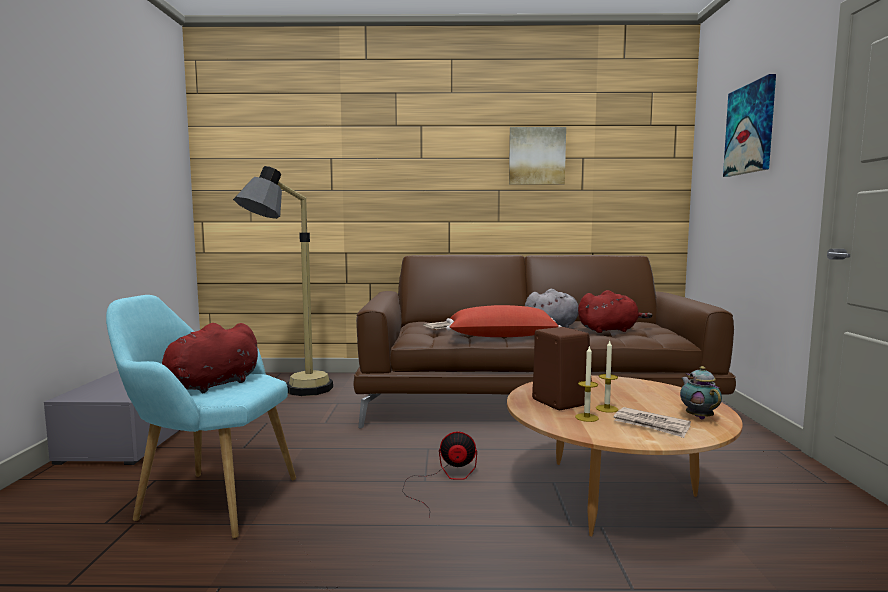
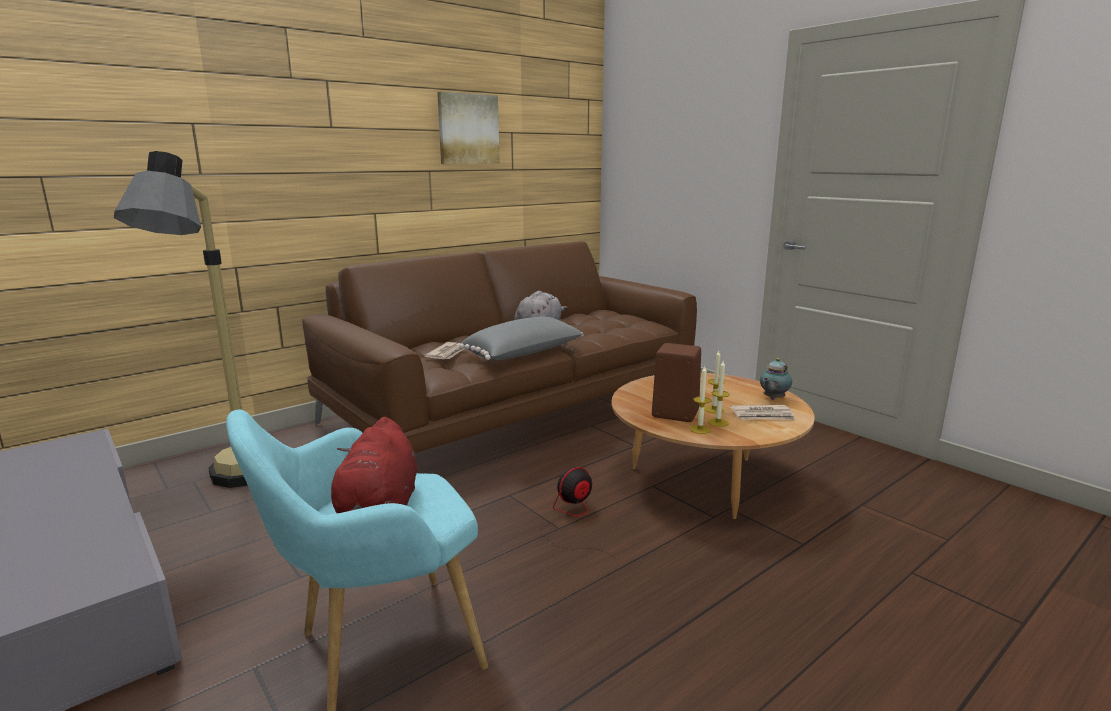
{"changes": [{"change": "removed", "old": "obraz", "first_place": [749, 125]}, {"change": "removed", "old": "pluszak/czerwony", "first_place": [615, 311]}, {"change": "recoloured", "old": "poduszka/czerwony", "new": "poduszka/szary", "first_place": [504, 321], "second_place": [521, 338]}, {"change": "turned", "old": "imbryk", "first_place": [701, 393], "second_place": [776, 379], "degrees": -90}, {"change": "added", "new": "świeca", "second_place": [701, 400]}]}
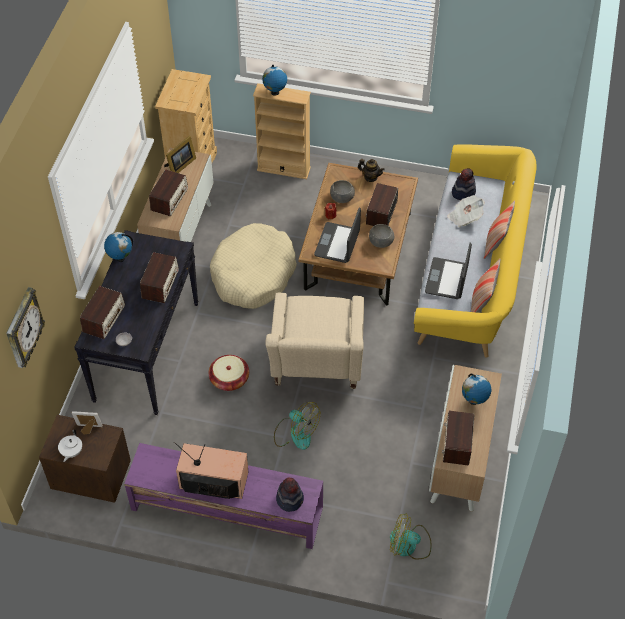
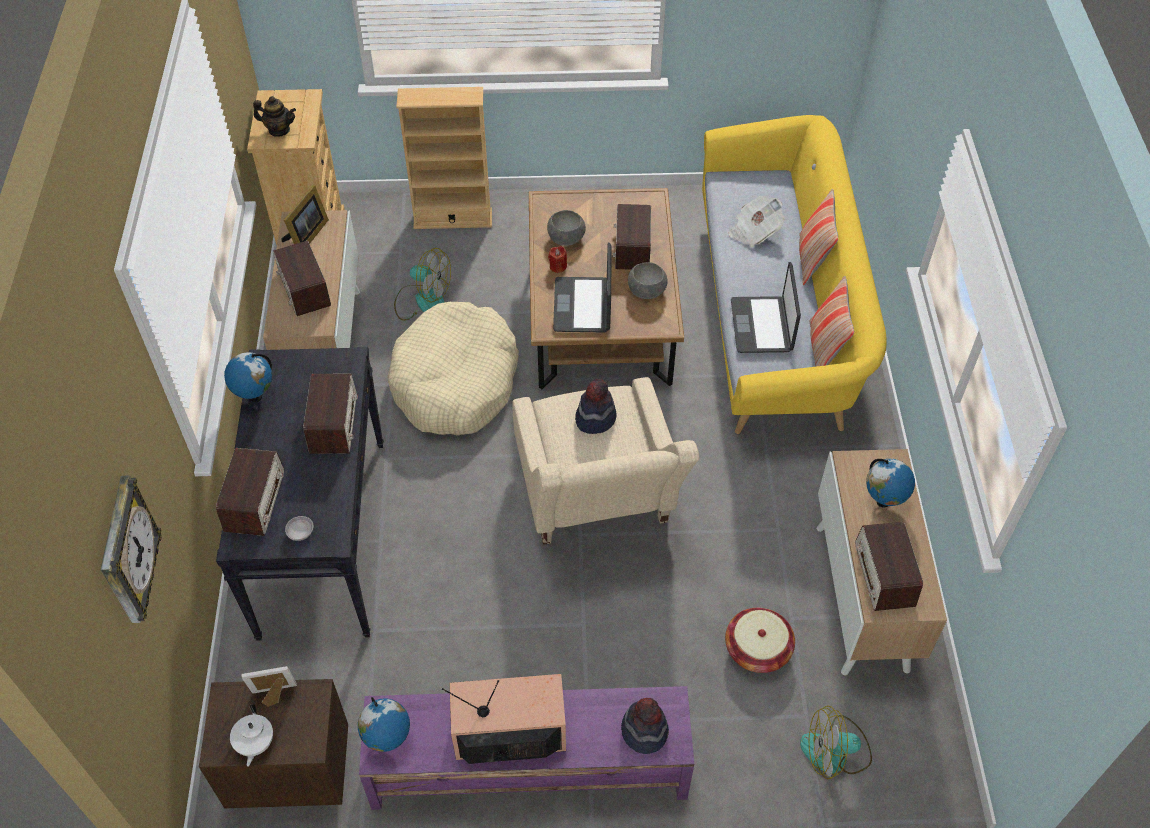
{"changes": [{"change": "moved", "old": "globus", "first_place": [274, 80], "second_place": [384, 724]}, {"change": "moved", "old": "imbryk", "first_place": [371, 170], "second_place": [274, 116]}, {"change": "moved", "old": "kapelusz", "first_place": [464, 184], "second_place": [595, 406]}, {"change": "turned", "old": "radio", "first_place": [168, 193], "second_place": [302, 278], "degrees": 150}, {"change": "moved", "old": "koszyk", "first_place": [229, 373], "second_place": [760, 640]}, {"change": "moved", "old": "wentylator", "first_place": [297, 426], "second_place": [422, 284]}]}
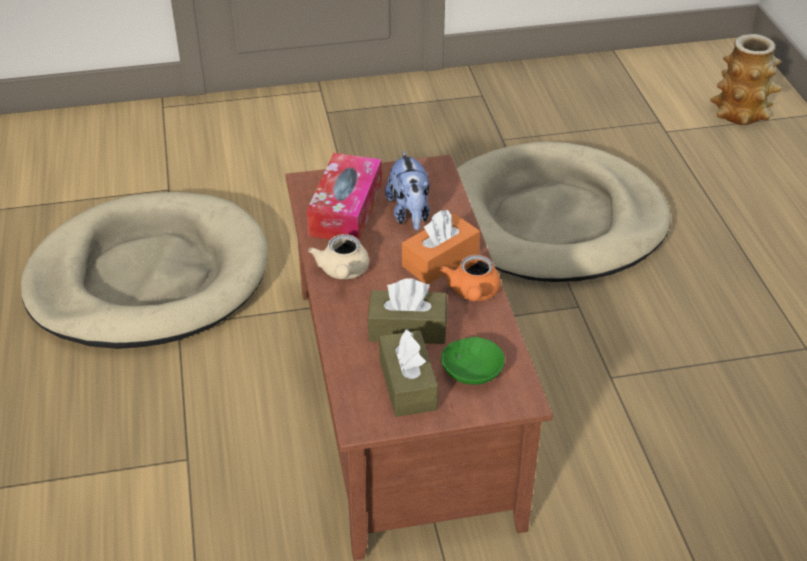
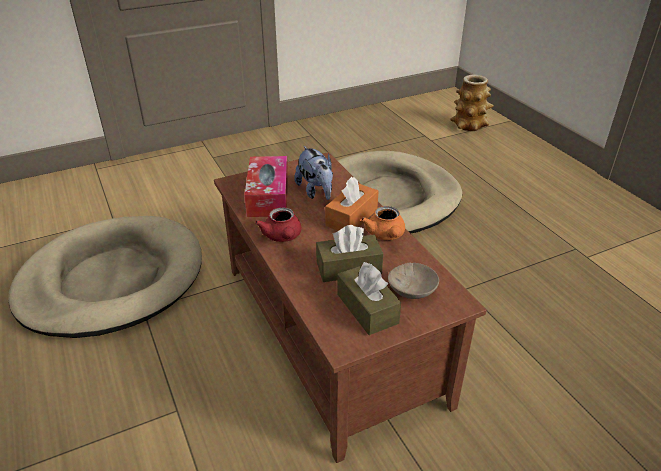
{"changes": [{"change": "recoloured", "old": "imbryk/beżowy", "new": "imbryk/czerwony", "first_place": [338, 256], "second_place": [278, 224]}, {"change": "recoloured", "old": "miska/zielony", "new": "miska/beżowy", "first_place": [473, 361], "second_place": [413, 281]}]}
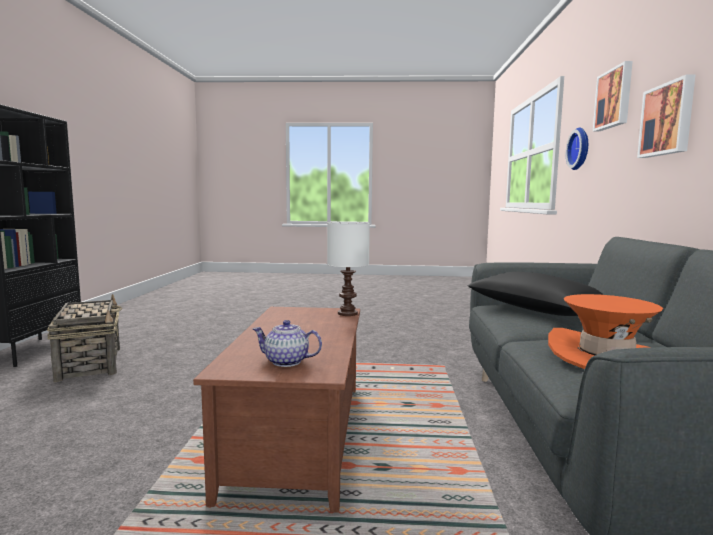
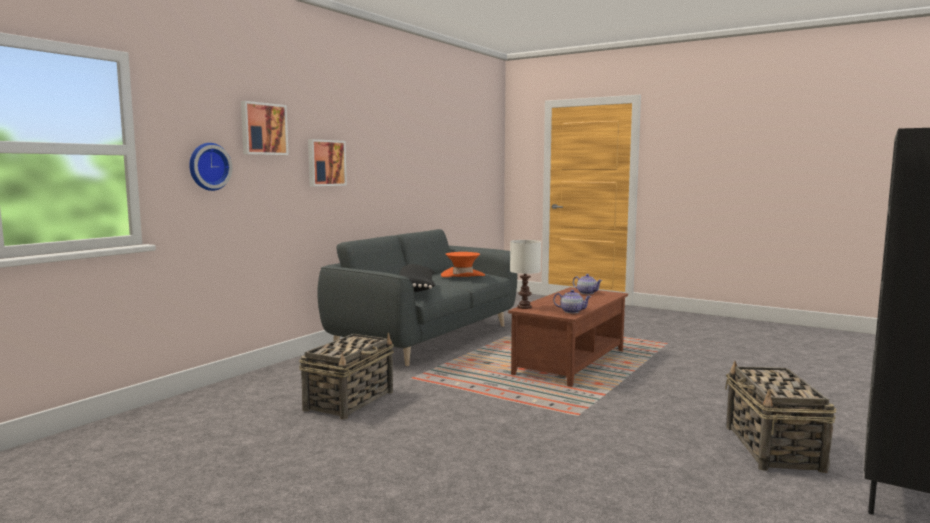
{"changes": [{"change": "added", "new": "imbryk", "second_place": [572, 301]}, {"change": "added", "new": "koszyk", "second_place": [346, 376]}]}
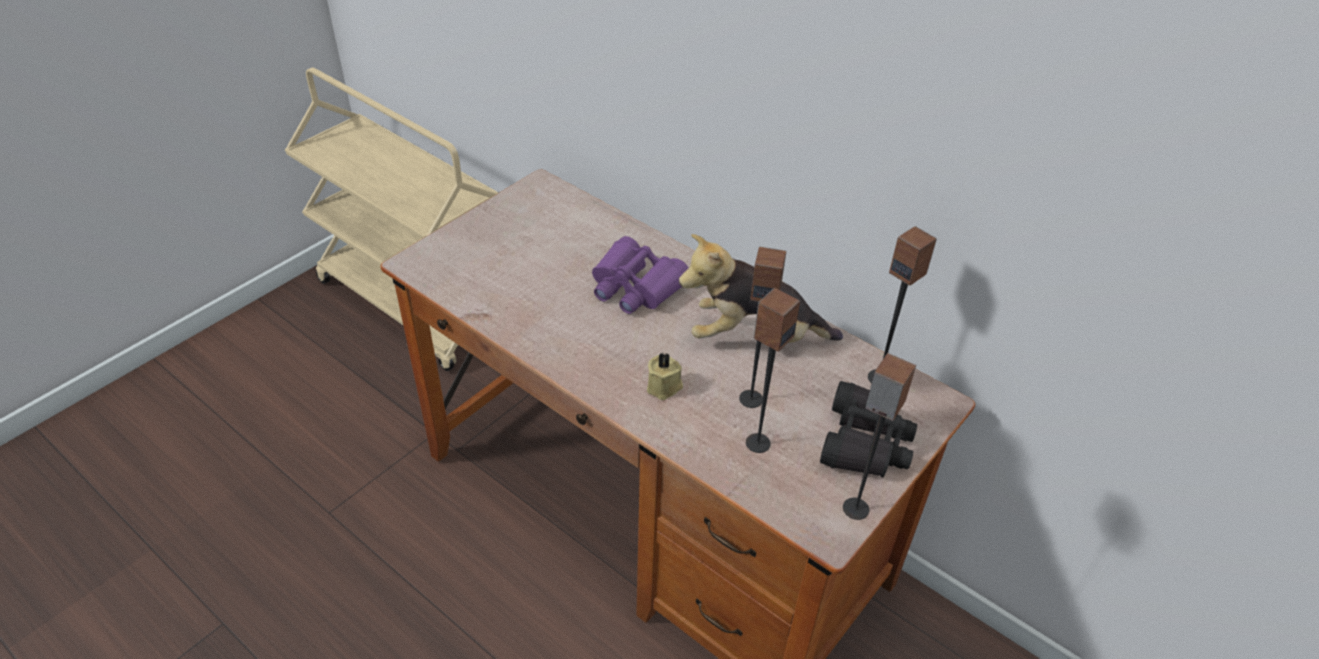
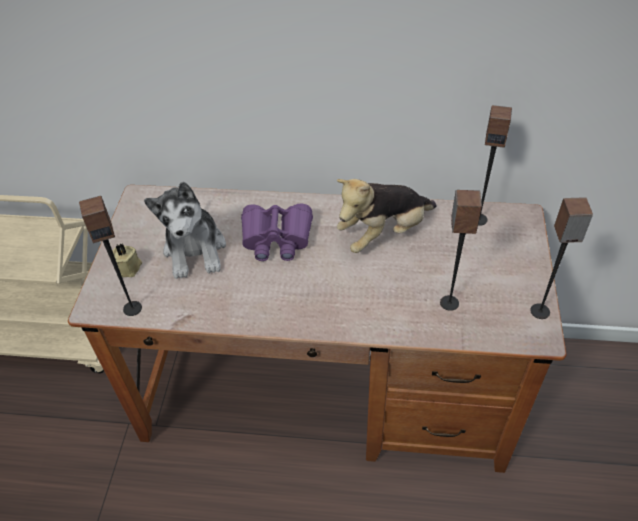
{"changes": [{"change": "moved", "old": "głośnik", "first_place": [762, 327], "second_place": [110, 255]}, {"change": "moved", "old": "świeca/beżowy", "first_place": [665, 376], "second_place": [127, 260]}, {"change": "removed", "old": "lornetka/czarny", "first_place": [868, 429]}, {"change": "added", "new": "pluszak", "second_place": [185, 230]}]}
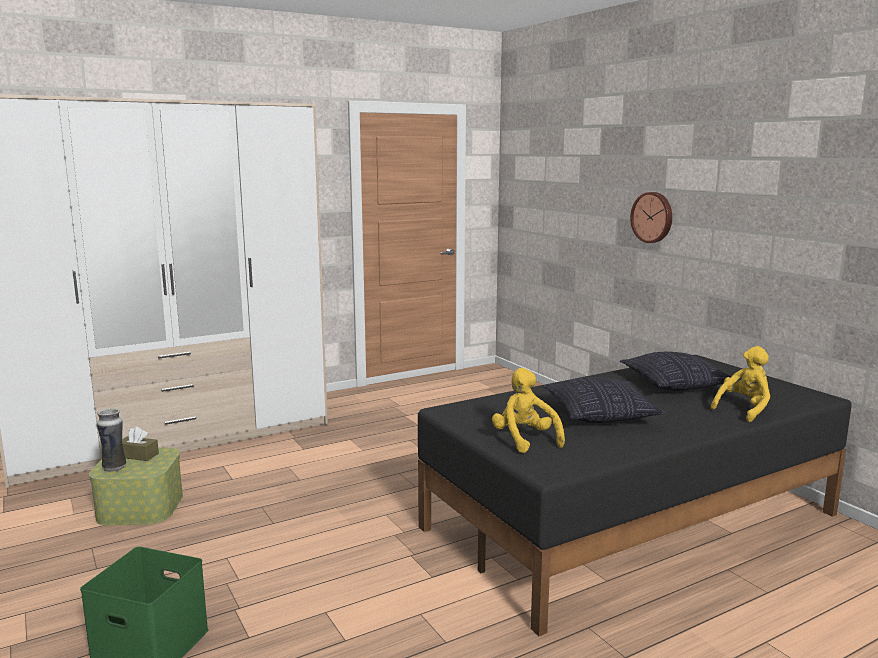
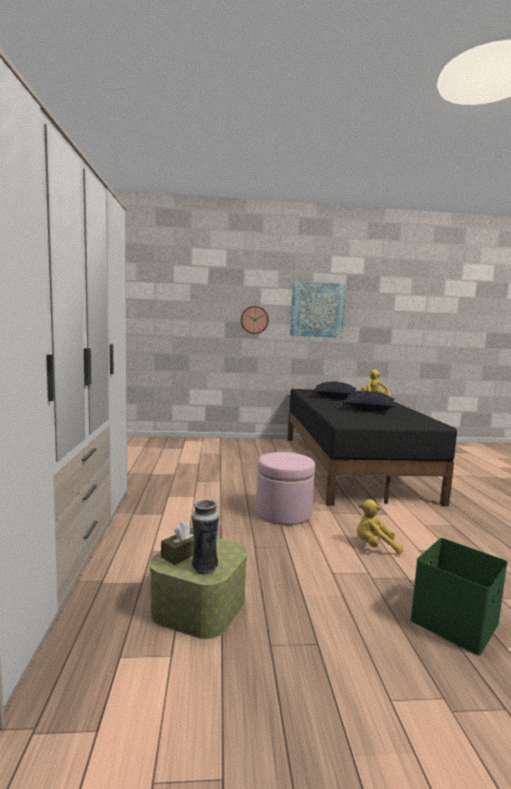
{"changes": [{"change": "moved", "old": "pluszak/żółty", "first_place": [528, 410], "second_place": [380, 526]}, {"change": "added", "new": "obraz", "second_place": [318, 309]}, {"change": "added", "new": "pufa/różowy", "second_place": [285, 488]}]}
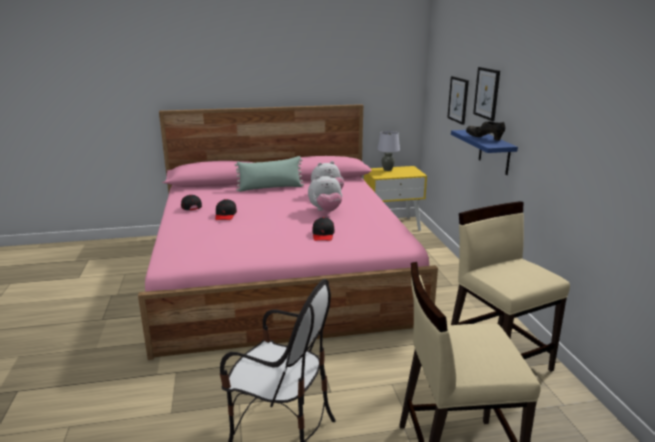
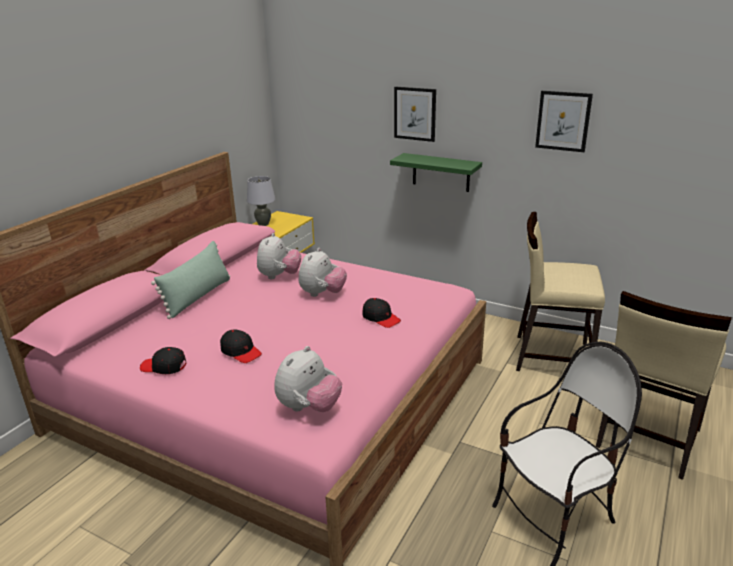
{"changes": [{"change": "moved", "old": "obraz", "first_place": [458, 100], "second_place": [564, 121]}, {"change": "removed", "old": "but/czarny", "first_place": [485, 131]}, {"change": "recoloured", "old": "półka/niebieski", "new": "półka/zielony", "first_place": [484, 152], "second_place": [436, 172]}, {"change": "added", "new": "pluszak", "second_place": [308, 379]}]}
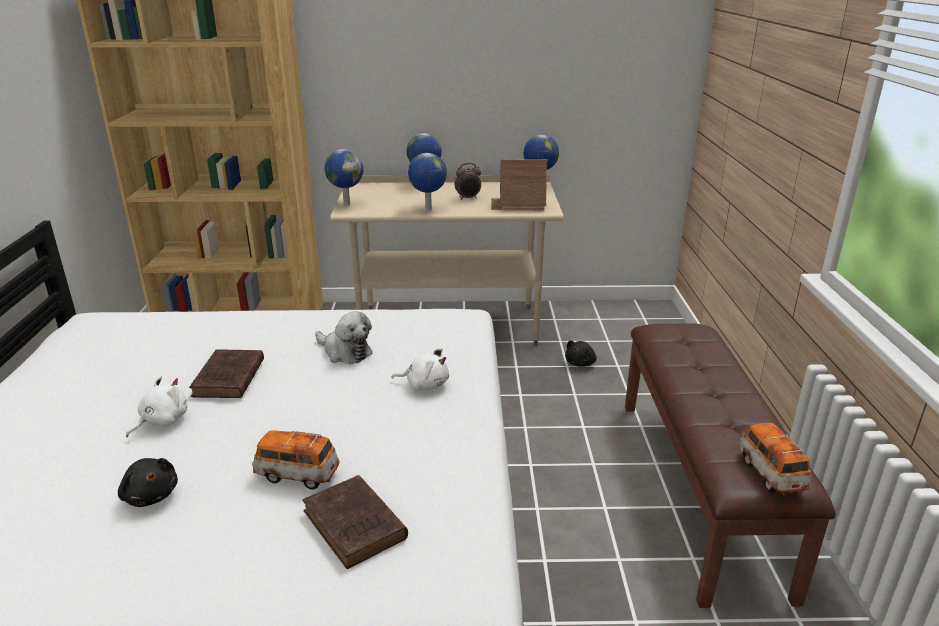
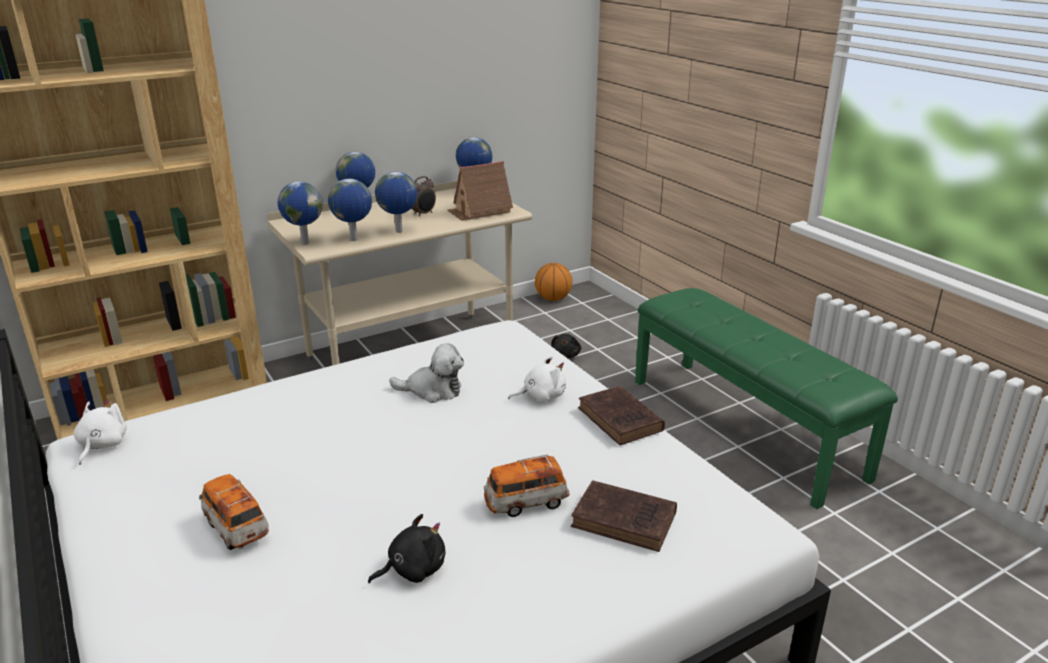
{"changes": [{"change": "recoloured", "old": "ławka/brązowy", "new": "ławka/zielony", "first_place": [730, 465], "second_place": [766, 398]}, {"change": "moved", "old": "książka/brązowy", "first_place": [226, 373], "second_place": [621, 415]}, {"change": "moved", "old": "pluszak/biały", "first_place": [156, 406], "second_place": [100, 432]}, {"change": "moved", "old": "samochodzik", "first_place": [774, 459], "second_place": [234, 512]}, {"change": "turned", "old": "pluszak/czarny", "first_place": [148, 482], "second_place": [406, 548], "degrees": -45}, {"change": "added", "new": "globus", "second_place": [350, 210]}, {"change": "added", "new": "piłka do koszykówki", "second_place": [553, 282]}]}
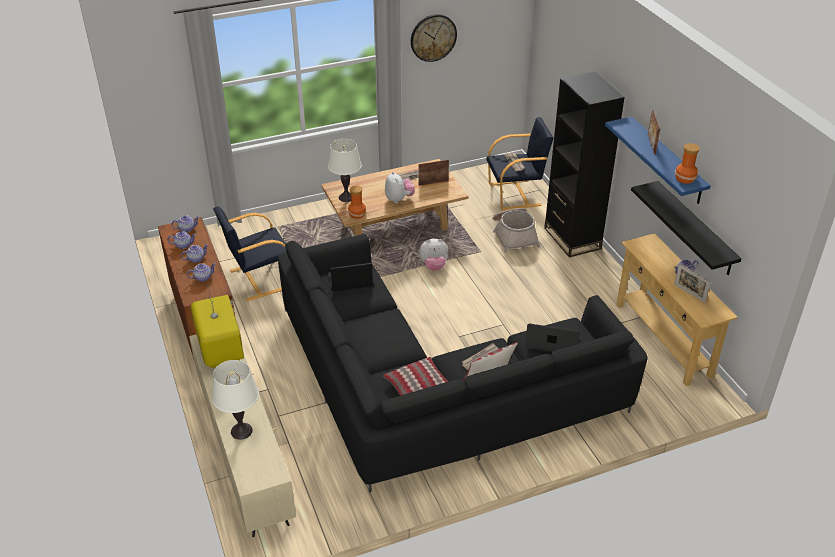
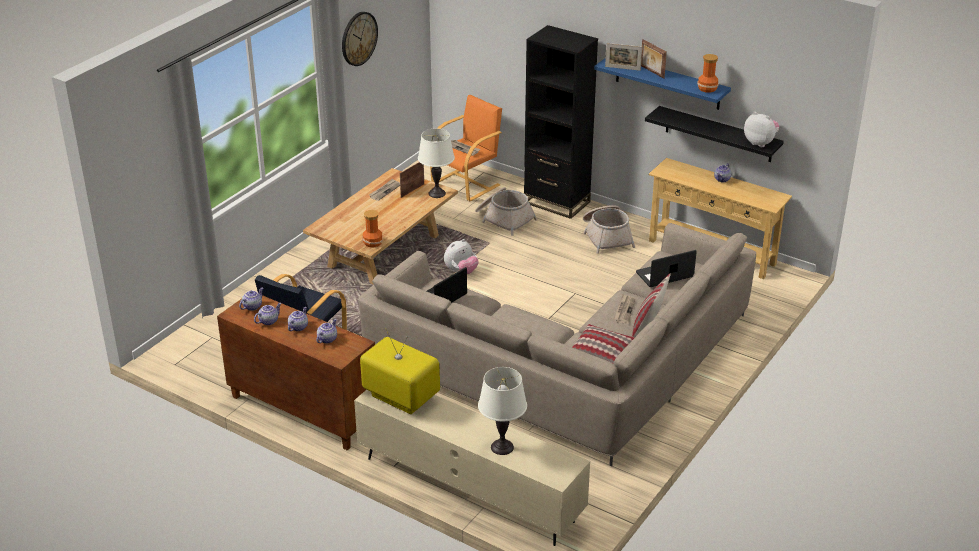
{"changes": [{"change": "recoloured", "old": "fotel/czarny", "new": "fotel/pomarańczowy", "first_place": [520, 164], "second_place": [466, 148]}, {"change": "moved", "old": "lampa stołowa/biały", "first_place": [345, 170], "second_place": [436, 163]}, {"change": "moved", "old": "pluszak", "first_place": [400, 187], "second_place": [761, 129]}, {"change": "recoloured", "old": "kanapa/czarny", "new": "kanapa/beżowy", "first_place": [463, 363], "second_place": [557, 344]}, {"change": "moved", "old": "ramka na zdjęcie", "first_place": [692, 283], "second_place": [623, 57]}, {"change": "added", "new": "koszyk", "second_place": [609, 229]}]}
